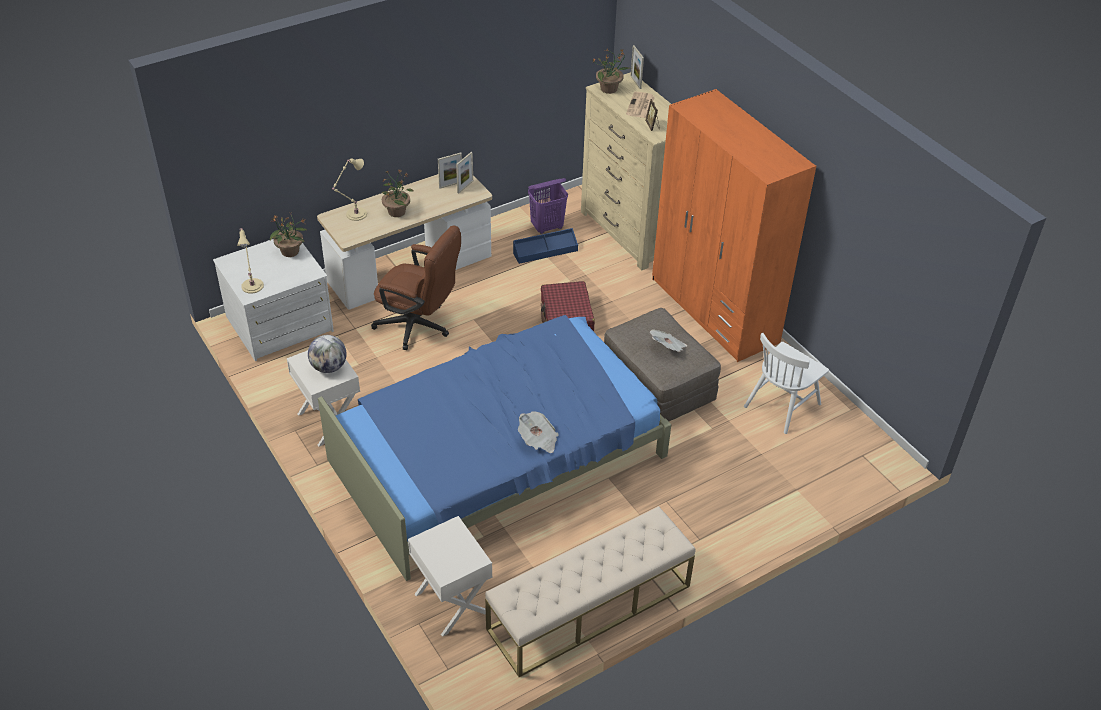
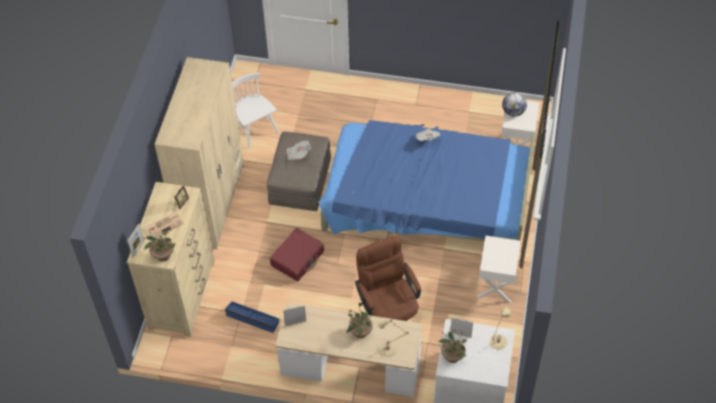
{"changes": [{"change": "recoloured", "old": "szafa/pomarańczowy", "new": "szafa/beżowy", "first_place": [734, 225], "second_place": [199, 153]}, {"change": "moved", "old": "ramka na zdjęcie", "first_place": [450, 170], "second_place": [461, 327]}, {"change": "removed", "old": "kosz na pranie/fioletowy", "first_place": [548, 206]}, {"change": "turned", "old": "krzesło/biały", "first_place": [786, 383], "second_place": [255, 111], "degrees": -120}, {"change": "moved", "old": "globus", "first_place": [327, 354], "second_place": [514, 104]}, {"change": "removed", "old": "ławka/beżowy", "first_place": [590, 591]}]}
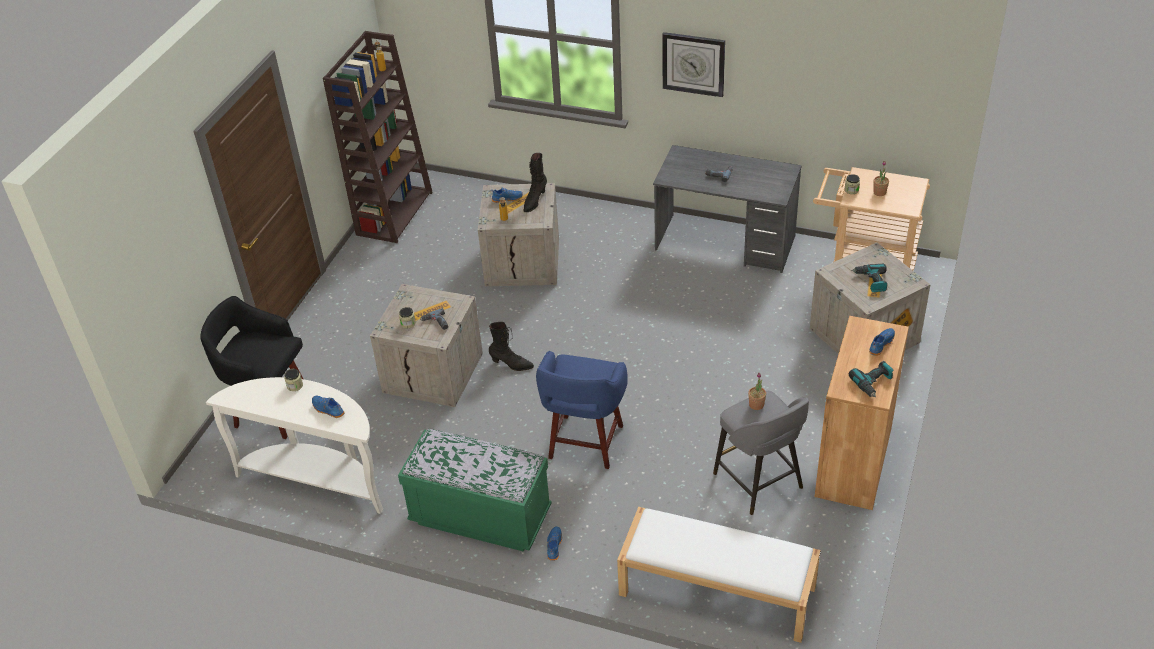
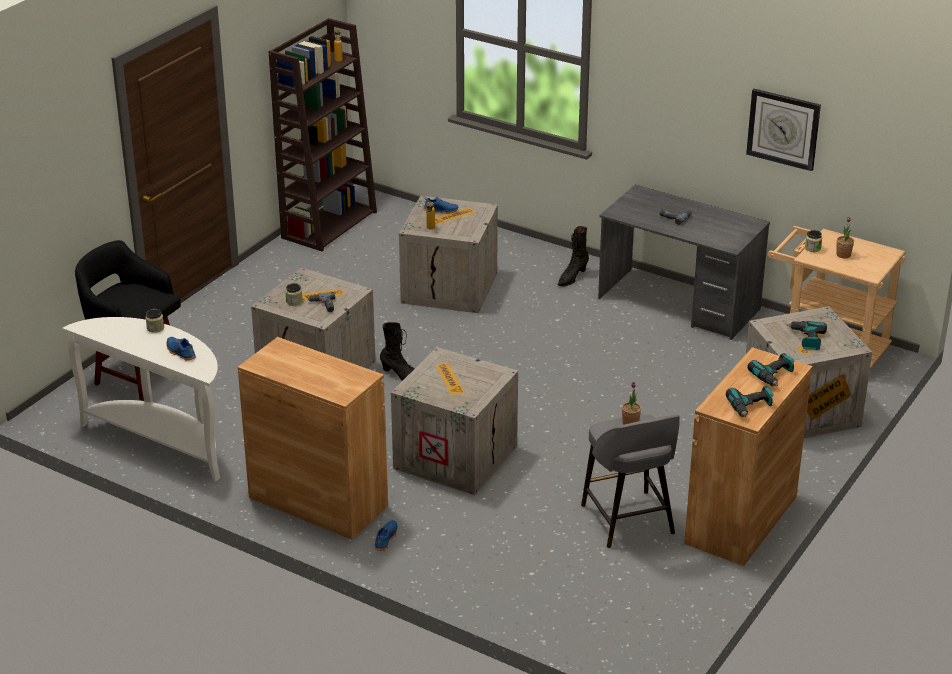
{"changes": [{"change": "moved", "old": "zegar ścienny", "first_place": [693, 64], "second_place": [783, 130]}, {"change": "moved", "old": "but z cholewką/czarny", "first_place": [535, 182], "second_place": [573, 256]}, {"change": "replaced", "old": "but/niebieski", "new": "wiertarka", "first_place": [882, 342], "second_place": [771, 369]}, {"change": "replaced", "old": "stołek/niebieski", "new": "skrzynka", "first_place": [582, 410], "second_place": [454, 421]}, {"change": "replaced", "old": "ławka/zielony", "new": "szafka/brązowy", "first_place": [475, 490], "second_place": [313, 438]}, {"change": "removed", "old": "ławka/biały", "first_place": [719, 575]}]}
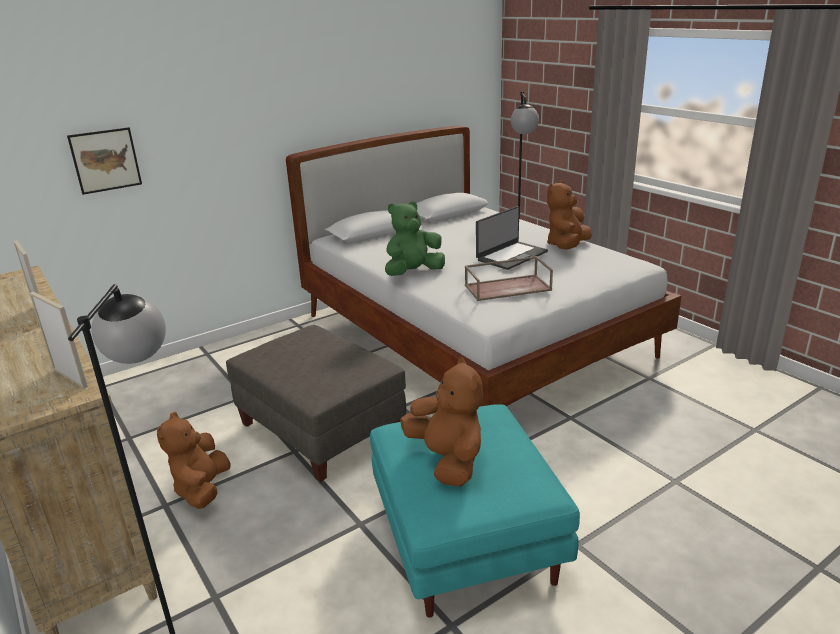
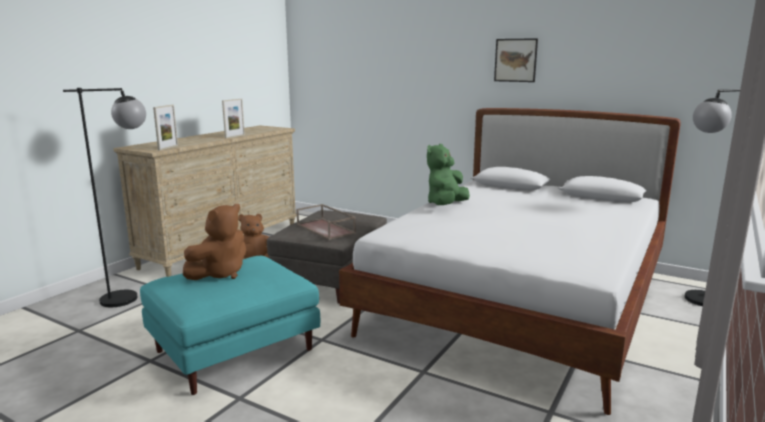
{"changes": [{"change": "moved", "old": "obraz", "first_place": [104, 161], "second_place": [516, 60]}, {"change": "removed", "old": "pluszak/brązowy", "first_place": [569, 215]}, {"change": "turned", "old": "pluszak/zielony", "first_place": [415, 238], "second_place": [448, 174], "degrees": -90}, {"change": "removed", "old": "laptop", "first_place": [512, 238]}, {"change": "moved", "old": "taca/brązowy", "first_place": [509, 278], "second_place": [326, 222]}]}
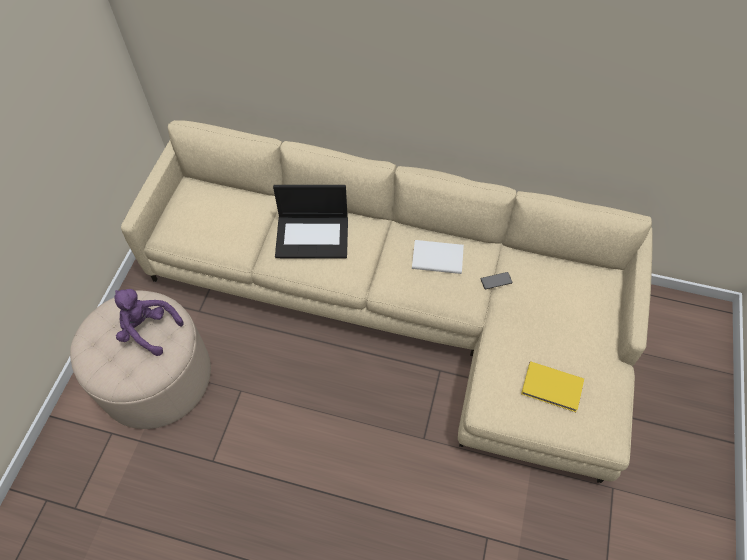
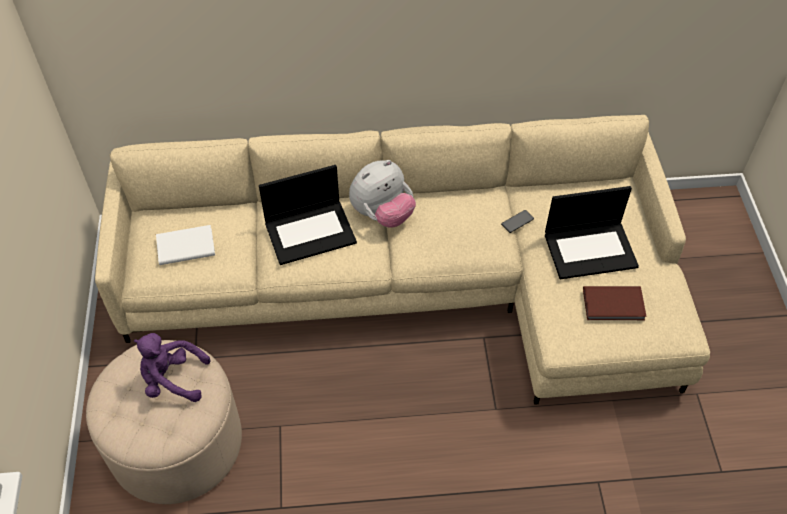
{"changes": [{"change": "moved", "old": "książka/biały", "first_place": [438, 257], "second_place": [185, 245]}, {"change": "recoloured", "old": "książka/żółty", "new": "książka/brązowy", "first_place": [552, 386], "second_place": [615, 303]}, {"change": "added", "new": "pluszak", "second_place": [382, 194]}, {"change": "added", "new": "laptop", "second_place": [592, 232]}]}
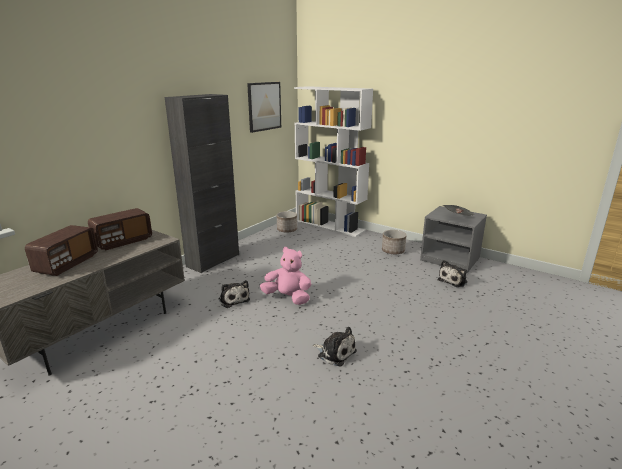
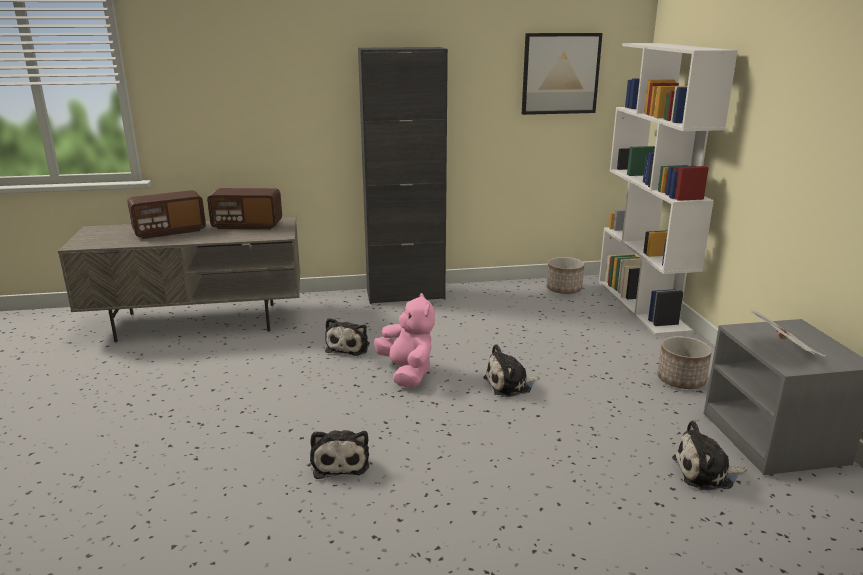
{"changes": [{"change": "added", "new": "pluszak", "second_place": [511, 370]}]}
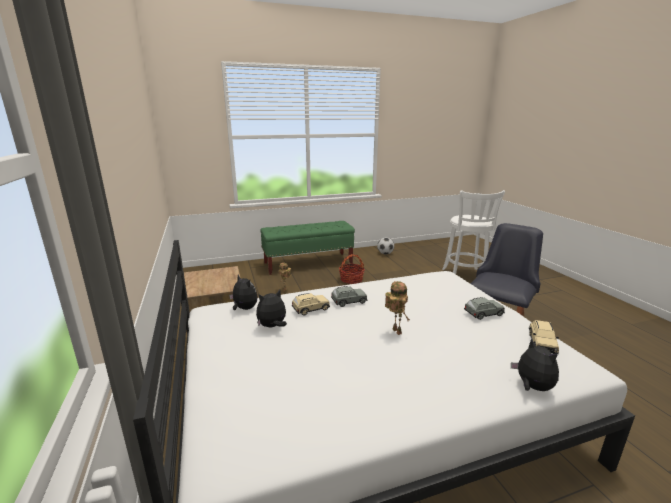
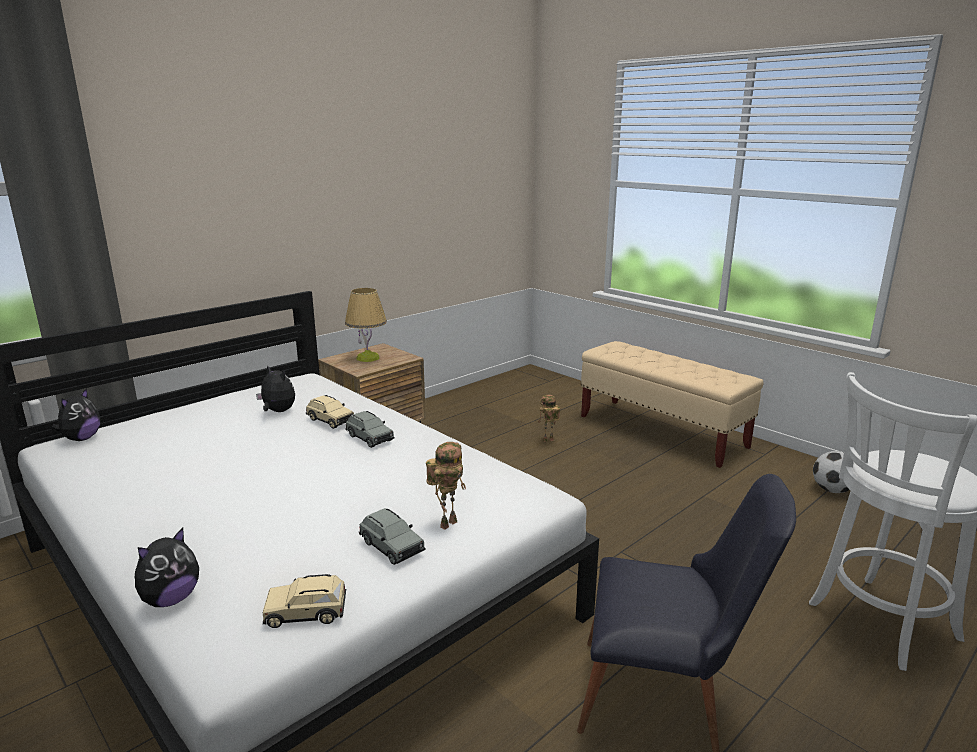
{"changes": [{"change": "recoloured", "old": "ławka/zielony", "new": "ławka/beżowy", "first_place": [307, 248], "second_place": [672, 404]}, {"change": "removed", "old": "koszyk", "first_place": [352, 269]}, {"change": "moved", "old": "pluszak", "first_place": [243, 292], "second_place": [76, 414]}, {"change": "moved", "old": "robot zabawkowy", "first_place": [397, 308], "second_place": [446, 486]}, {"change": "added", "new": "lampa stołowa", "second_place": [366, 325]}]}
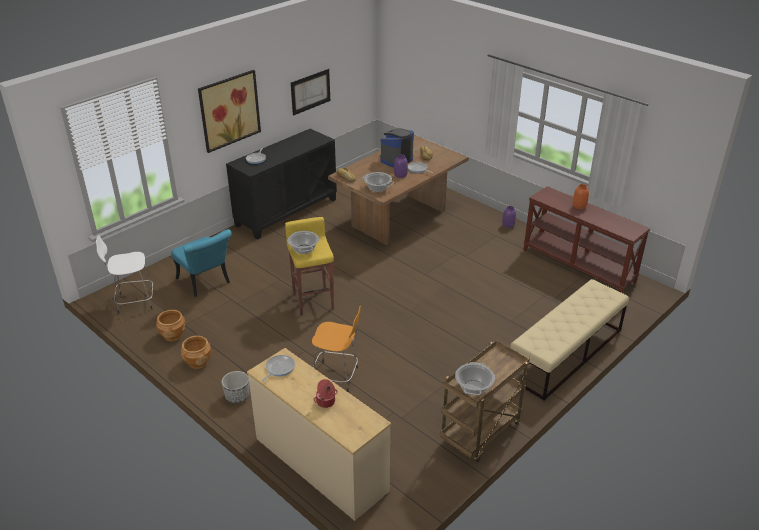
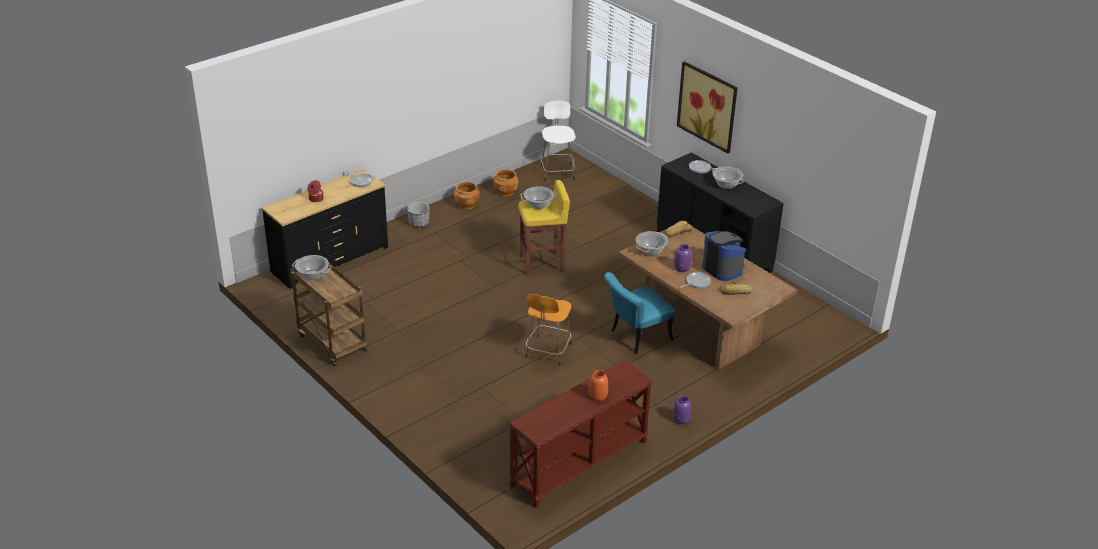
{"changes": [{"change": "removed", "old": "obraz", "first_place": [310, 92]}, {"change": "moved", "old": "krzesło/turkusowy", "first_place": [201, 263], "second_place": [639, 313]}, {"change": "removed", "old": "ławka/beżowy", "first_place": [569, 340]}, {"change": "moved", "old": "stołek/pomarańczowy", "first_place": [337, 349], "second_place": [549, 330]}, {"change": "recoloured", "old": "komoda/beżowy", "new": "komoda/czarny", "first_place": [319, 434], "second_place": [324, 229]}, {"change": "added", "new": "garnek", "second_place": [728, 178]}]}
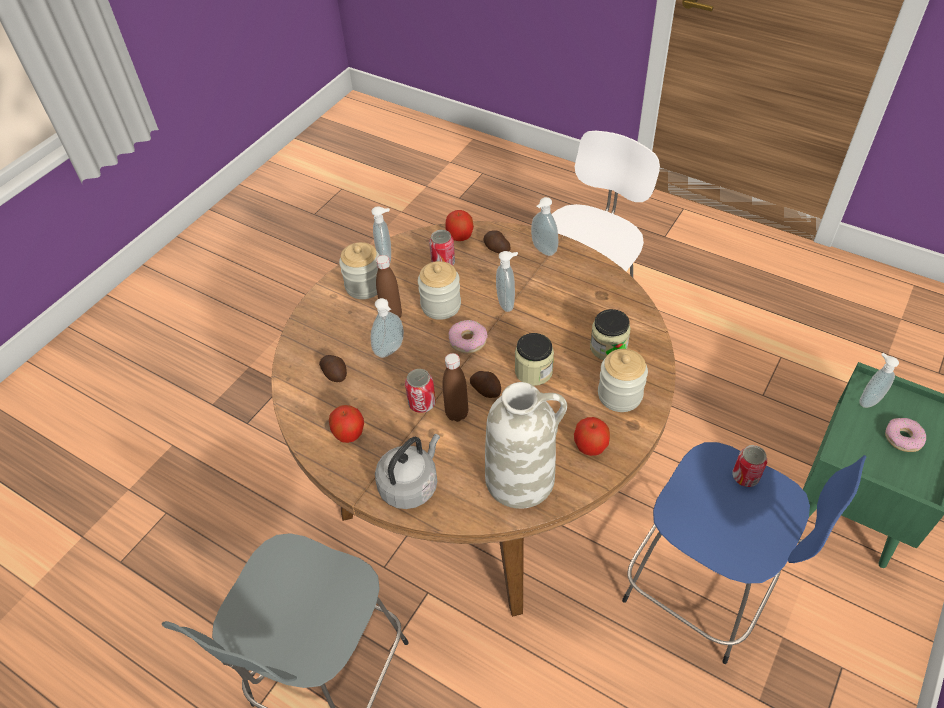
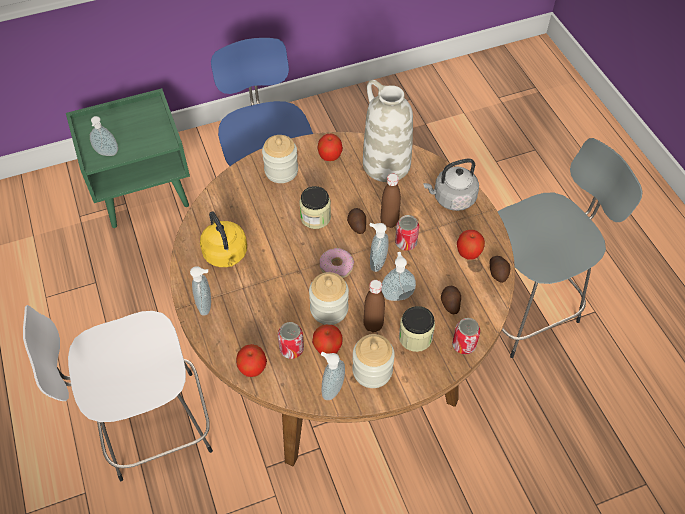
{"changes": [{"change": "moved", "old": "ziemniak", "first_place": [496, 242], "second_place": [500, 269]}, {"change": "moved", "old": "dozownik mydła", "first_place": [507, 281], "second_place": [379, 247]}, {"change": "moved", "old": "słoik", "first_place": [610, 334], "second_place": [417, 329]}, {"change": "removed", "old": "donut", "first_place": [905, 435]}, {"change": "moved", "old": "puszka", "first_place": [749, 466], "second_place": [466, 336]}, {"change": "added", "new": "czajnik/żółty", "second_place": [223, 239]}, {"change": "added", "new": "jabłko", "second_place": [327, 339]}]}
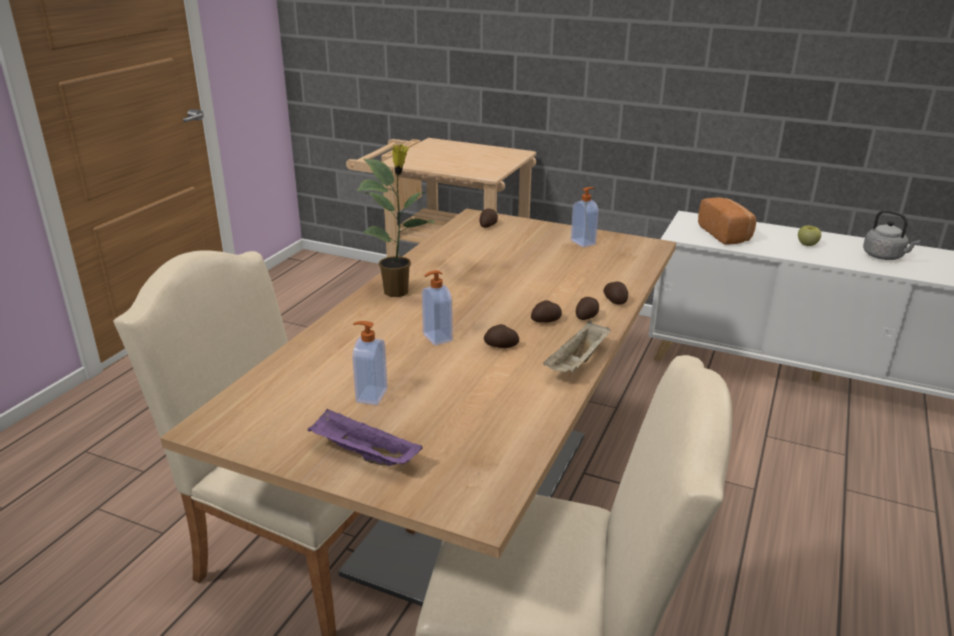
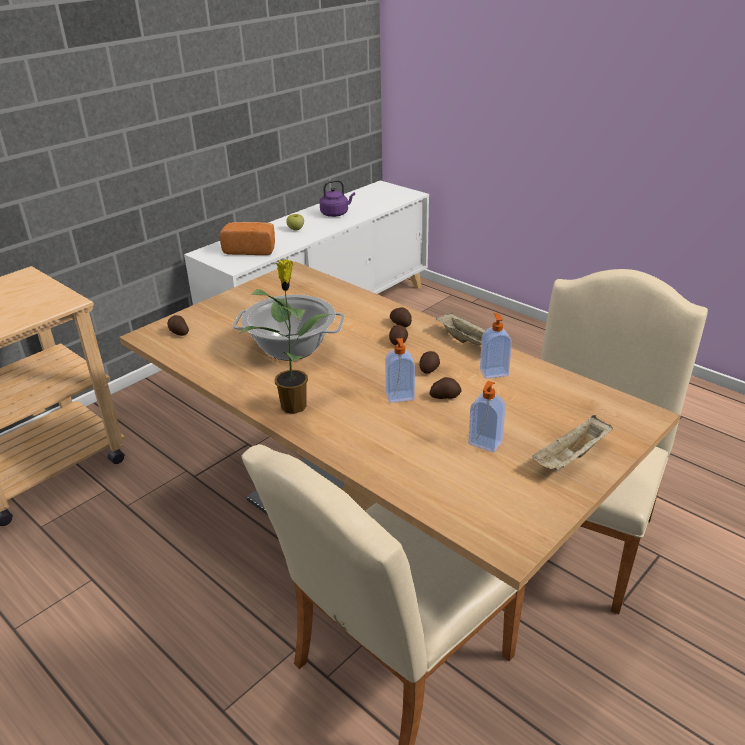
{"changes": [{"change": "moved", "old": "dozownik mydła", "first_place": [585, 217], "second_place": [496, 346]}, {"change": "recoloured", "old": "czajnik/szary", "new": "czajnik/fioletowy", "first_place": [892, 235], "second_place": [337, 198]}, {"change": "moved", "old": "ziemniak", "first_place": [616, 292], "second_place": [446, 388]}, {"change": "recoloured", "old": "taca/fioletowy", "new": "taca/beżowy", "first_place": [365, 437], "second_place": [572, 443]}, {"change": "added", "new": "garnek", "second_place": [288, 328]}]}
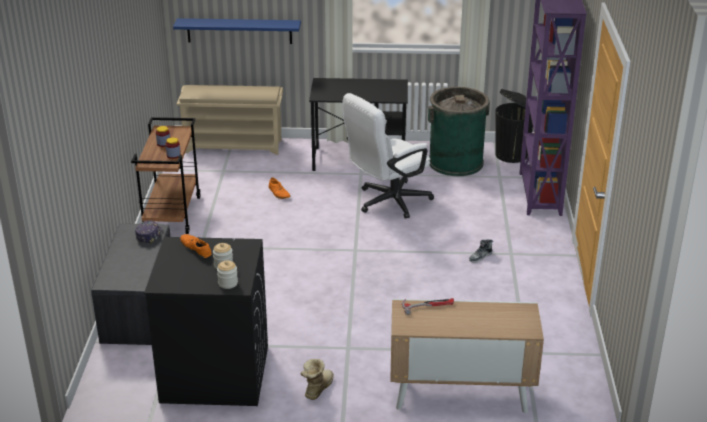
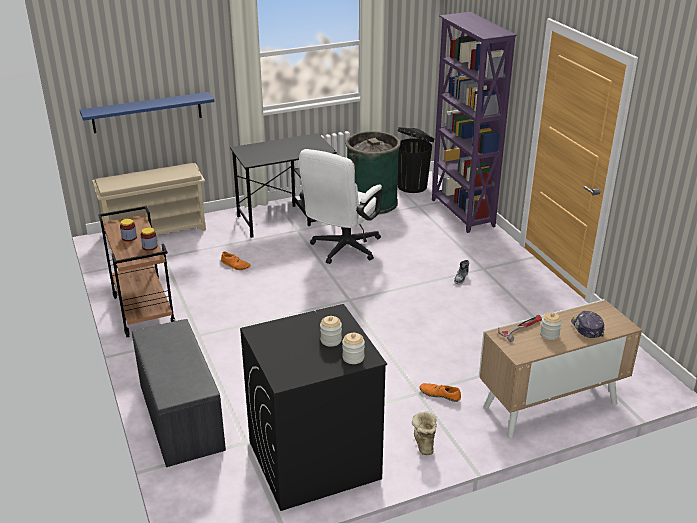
{"changes": [{"change": "moved", "old": "czapka z daszkiem", "first_place": [149, 232], "second_place": [588, 324]}, {"change": "moved", "old": "but/pomarańczowy", "first_place": [196, 246], "second_place": [440, 392]}, {"change": "added", "new": "słoik", "second_place": [551, 326]}]}
